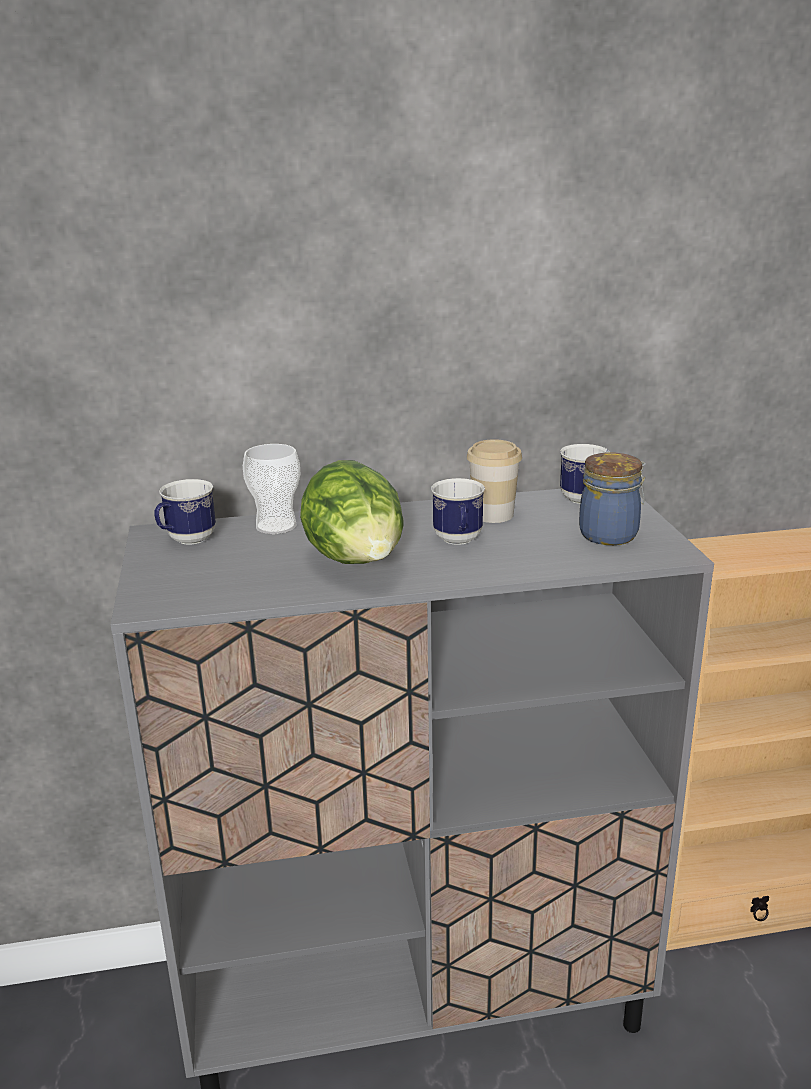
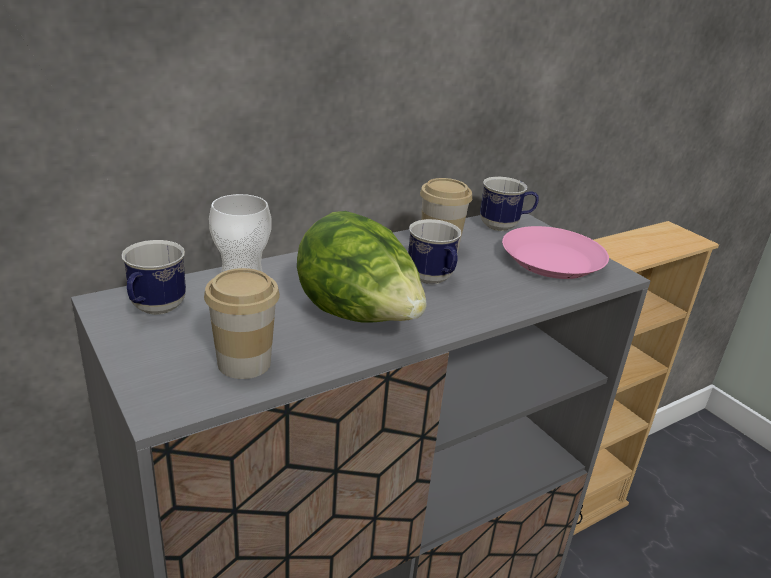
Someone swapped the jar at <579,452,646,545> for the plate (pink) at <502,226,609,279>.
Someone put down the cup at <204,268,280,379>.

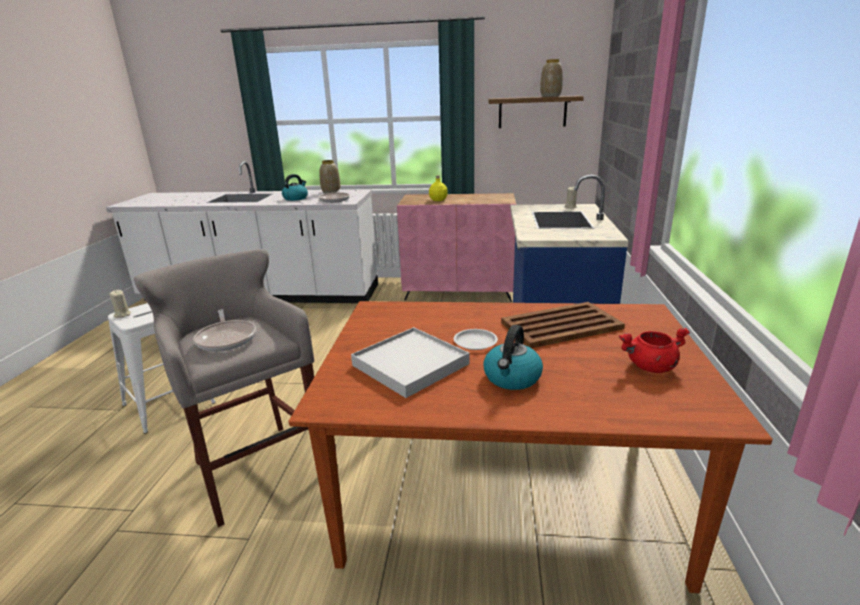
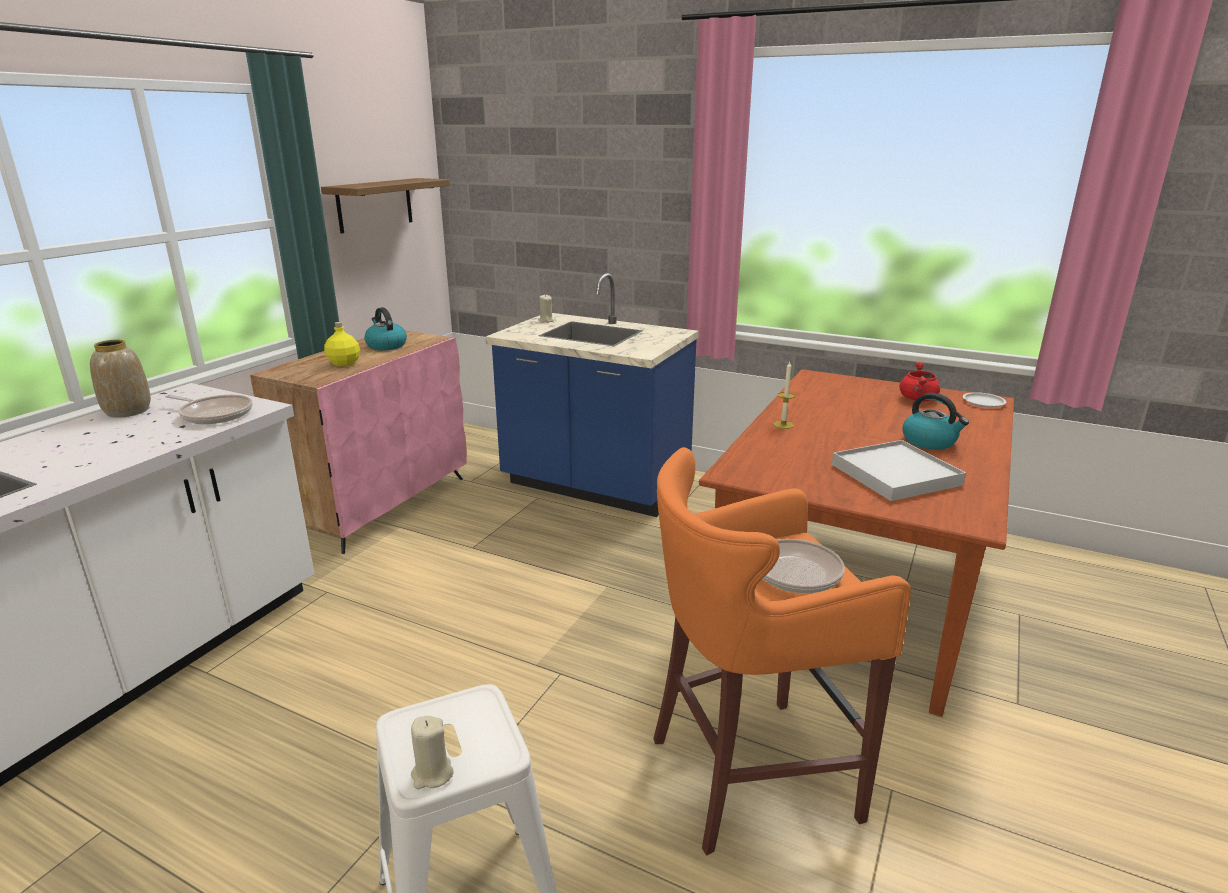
Someone repainted the stool (grey) at <134,249,314,527>, which became the stool (orange) at <653,447,911,856>.
Someone carried the kettle from <282,174,308,201> to <365,307,407,350>.
Someone carried the plate (white) from <454,329,498,350> to <963,392,1006,407>.
Someone took away the tray (brown) at <501,302,625,348>.
Someone took away the vase at <540,59,563,97>.
Someone put down the candle at <773,361,795,429>.

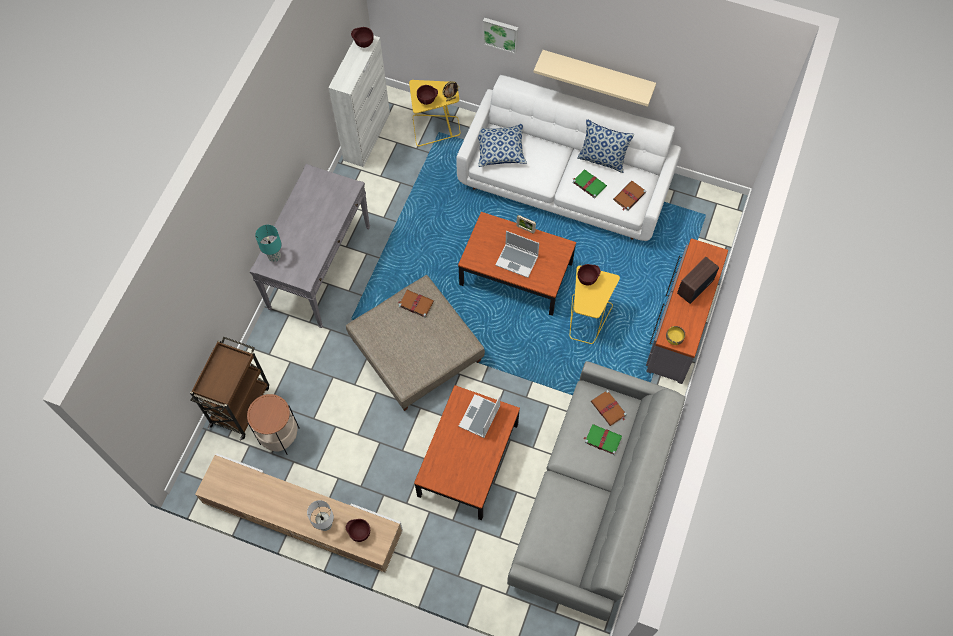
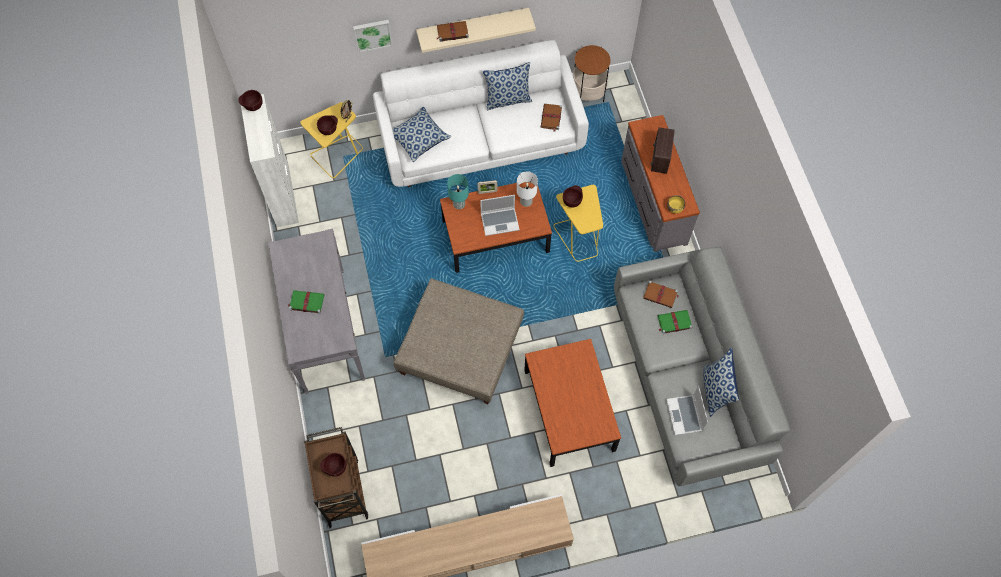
Someone carried the side table from <247,394,300,455> to <573,45,611,102>.
Someone carried the table lamp (turquoise) from <255,225,282,262> to <447,174,469,209>.
Someone carried the table lamp (white) from <307,500,334,531> to <517,171,538,207>.
Someone carried the bowl (brown) from <345,519,370,542> to <320,453,346,477>.
Someone carried the book (brown) from <398,290,434,318> to <436,21,469,42>.
Someone carried the laptop from <458,394,501,438> to <666,385,708,435>.
Someone carried the book (green) from <573,169,607,199> to <288,290,324,314>.
Someone put down the pillow at <703,348,739,417>.

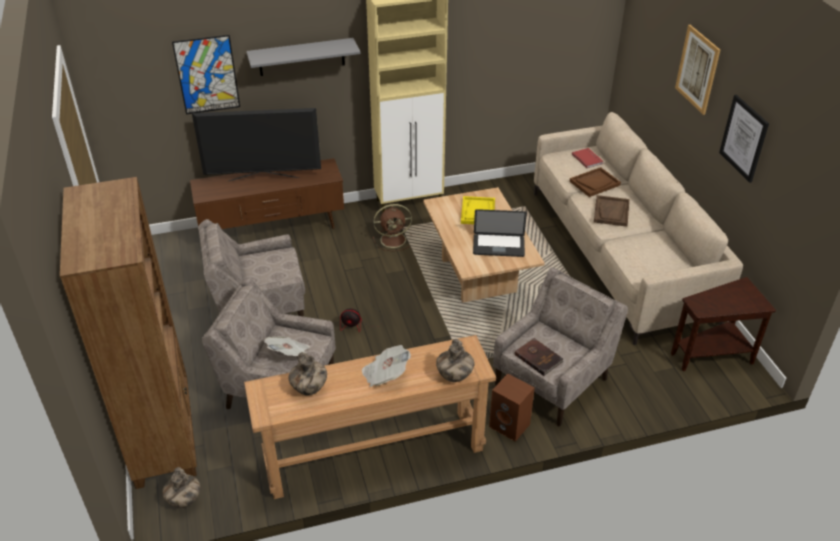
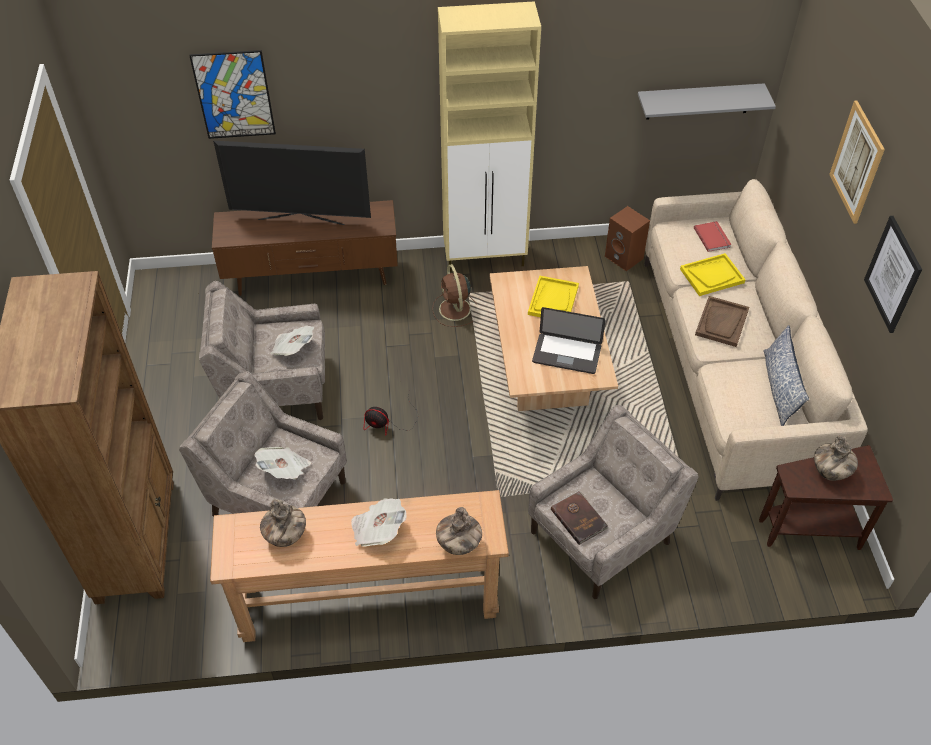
Someone carried the vase from <162,467,201,508> to <814,435,858,481>.
Someone carried the shelf (grey) from <246,38,361,76> to <638,83,776,120>.
Someone rotated the fan (brown) at <373,204,412,251> by 75 degrees clockwise.
Someone carried the speaker (brown) from <489,373,535,442> to <605,206,650,271>.
Someone repainted the tray (brown) at <569,167,621,197>, which became the tray (yellow) at <680,253,746,296>.
Someone put down the newspaper at <271,325,314,356>.
Someone put down the pillow at <763,325,809,426>.

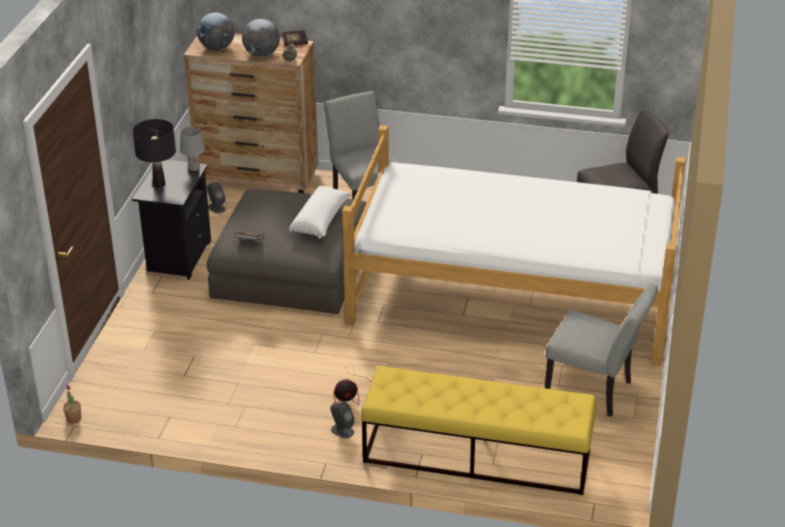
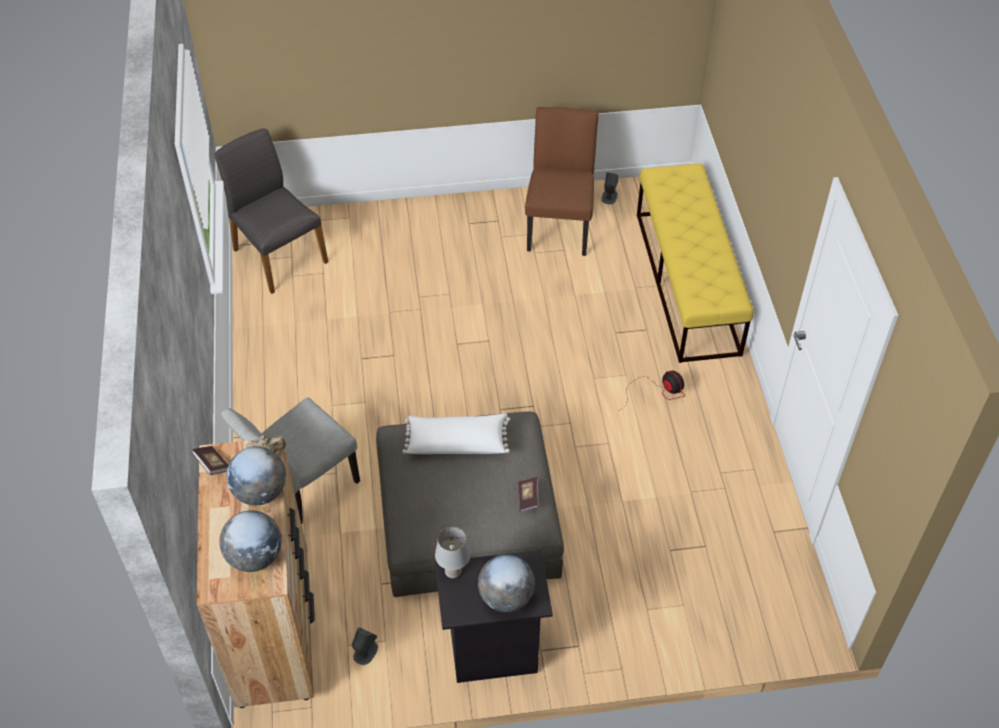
Someone took away the potted plant at <63,385,81,424>.
Someone swapped the table lamp (black) at <133,119,176,188> for the globe at <478,554,535,612>.
Someone carried the speaker (grey) from <330,402,355,438> to <602,172,619,204>.
Someone took away the bed at <342,125,686,366>.
Someone repainted the chair (grey) at <545,284,658,417>, which became the chair (brown) at <525,107,598,256>.

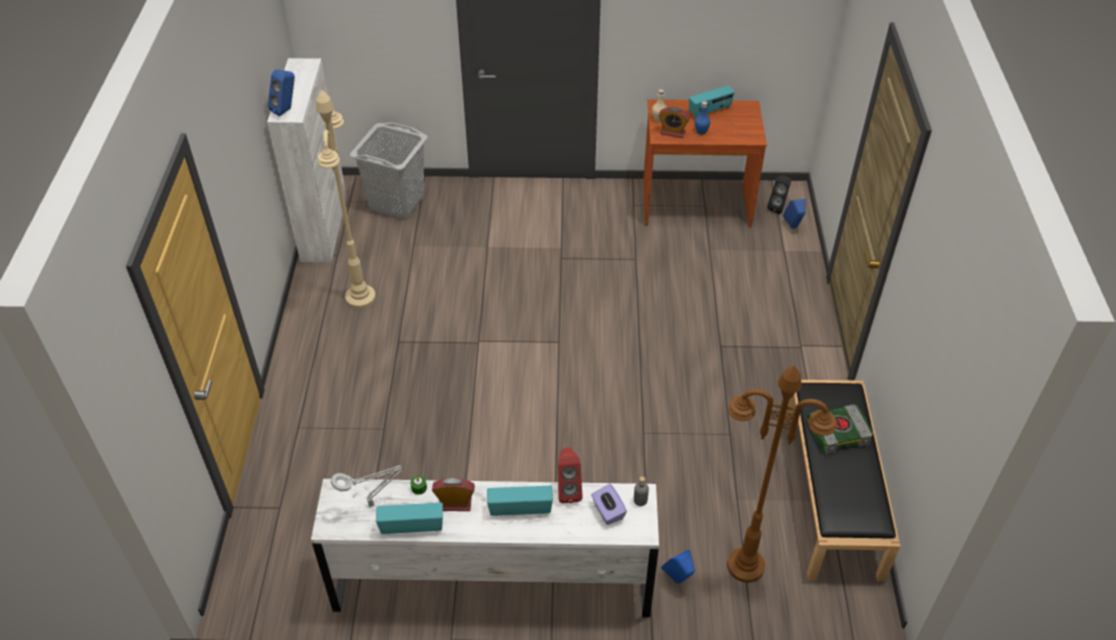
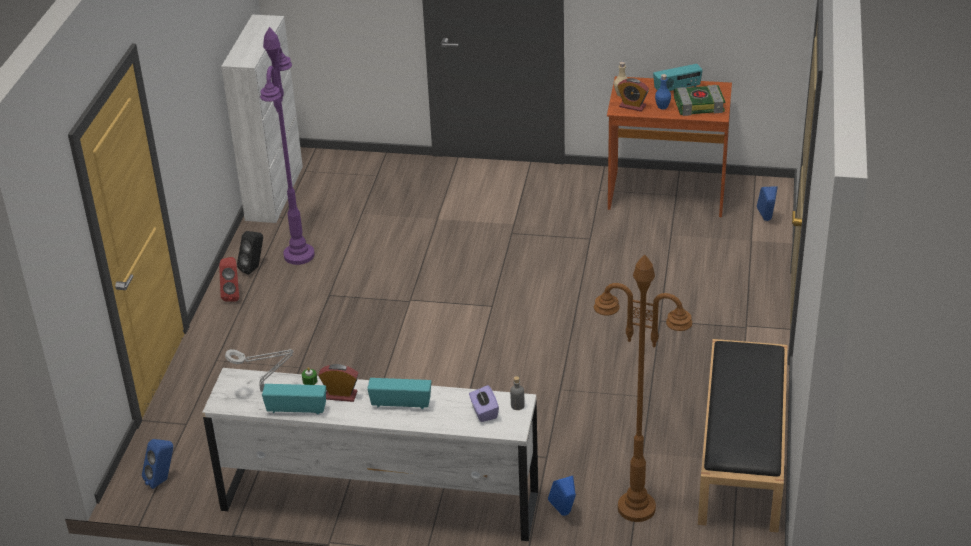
Someone carried the speaker (blue) from <268,69,295,117> to <142,439,173,489>.
Someone repainted the floor lamp (beige) at <316,90,376,309>, which became the floor lamp (purple) at <260,27,315,265>.
Someone took away the laundry basket (grey) at <350,122,428,219>.
Someone carried the speaker (red) from <558,447,583,504> to <219,257,239,302>.
Someone carried the speaker (black) from <767,175,792,214> to <237,231,263,275>.
Someone carried the book from <807,405,874,454> to <674,85,725,116>.

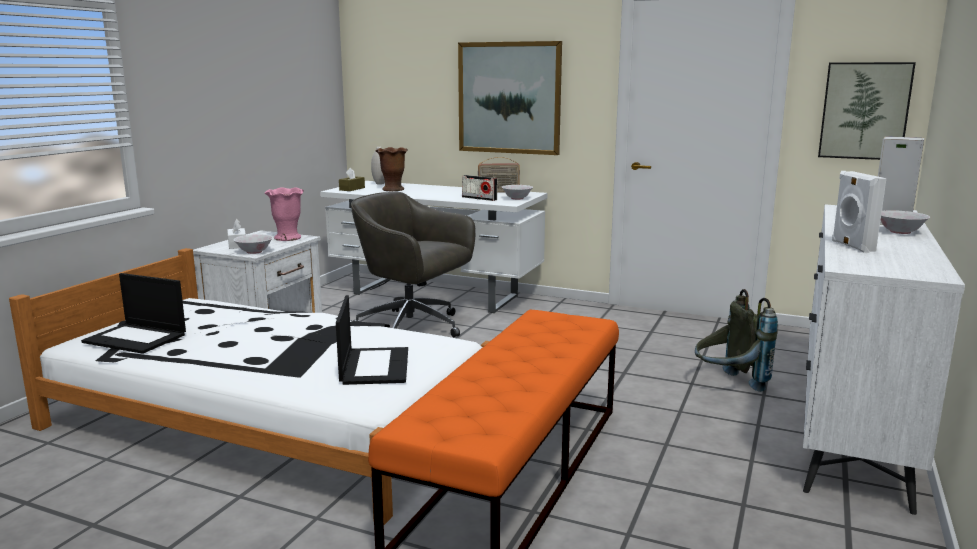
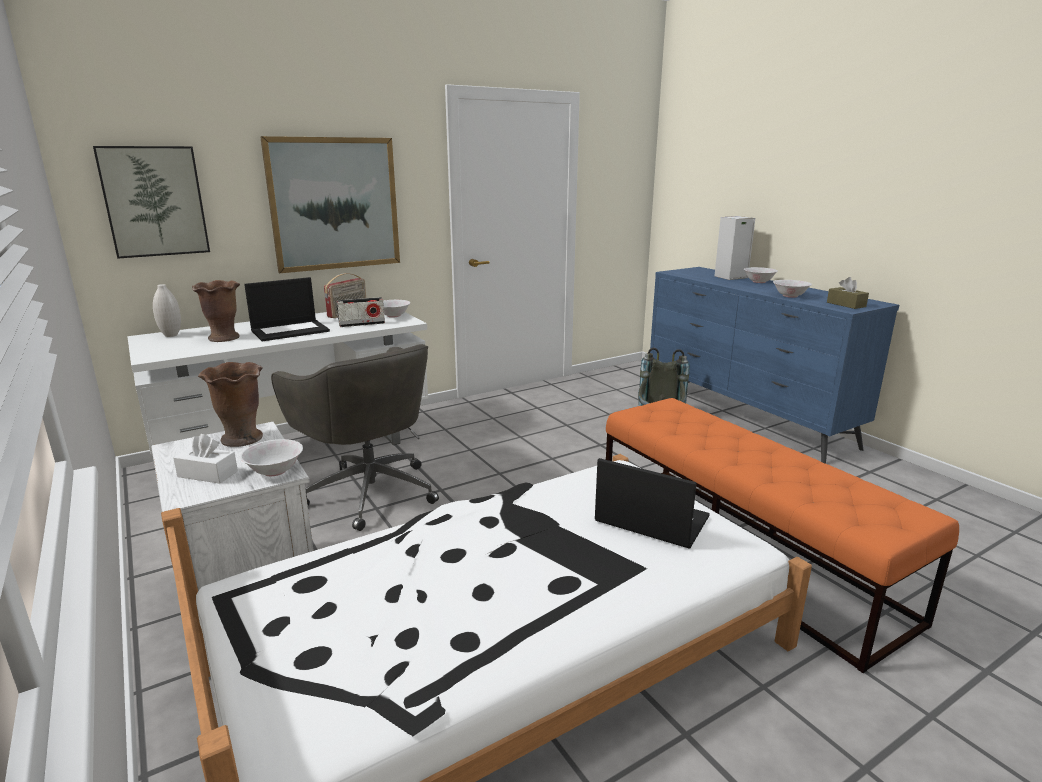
Someone carried the laptop from <81,273,186,354> to <244,277,330,341>.
Someone repainted the vase (pink) at <265,187,304,241>, which became the vase (brown) at <198,362,263,447>.
Someone carried the tissue box (brown) from <339,168,365,191> to <827,277,869,309>.
Someone rotated the office chair (grey) at <351,192,476,337> by 105 degrees counterclockwise.
Someone repainted the dresser (white) at <803,204,965,515>, which became the dresser (blue) at <650,267,899,464>.
Someone carried the picture from <818,62,916,160> to <93,146,210,259>.
Someone swapped the speaker (white) at <832,171,886,253> for the bowl (white) at <773,280,812,298>.

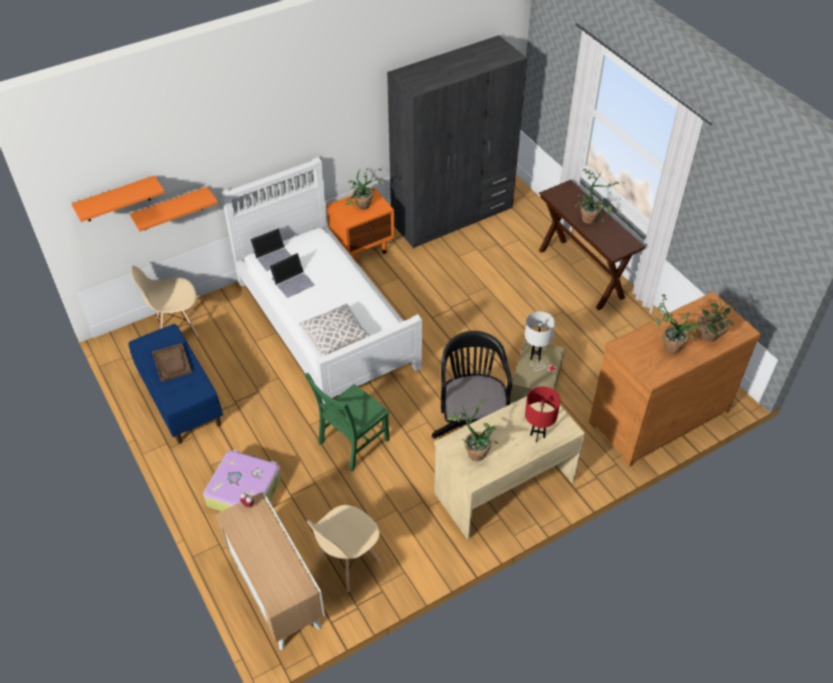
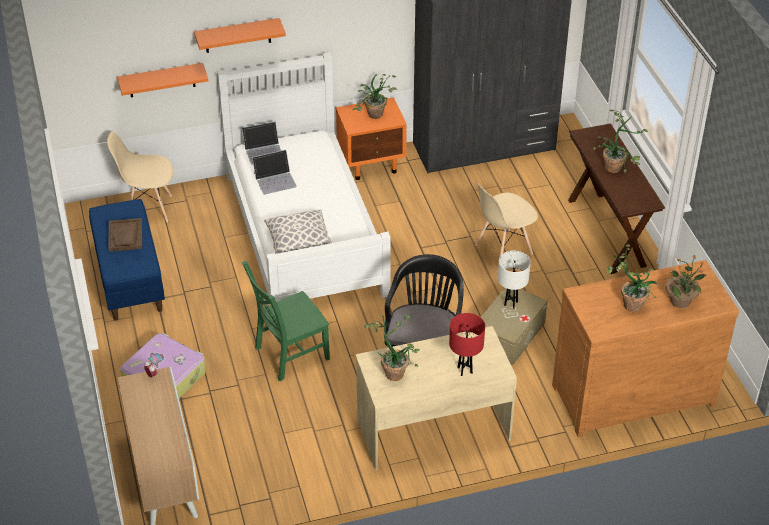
Someone carried the shelf (orange) from <72,175,165,222> to <194,18,286,53>.
Someone carried the chair (beige) from <307,505,380,592> to <475,183,538,256>.

